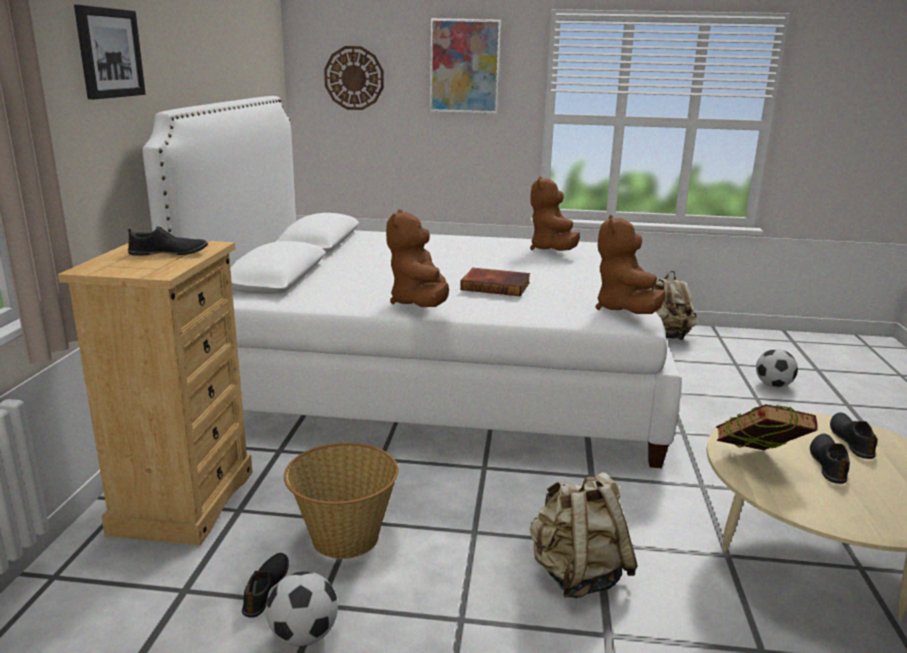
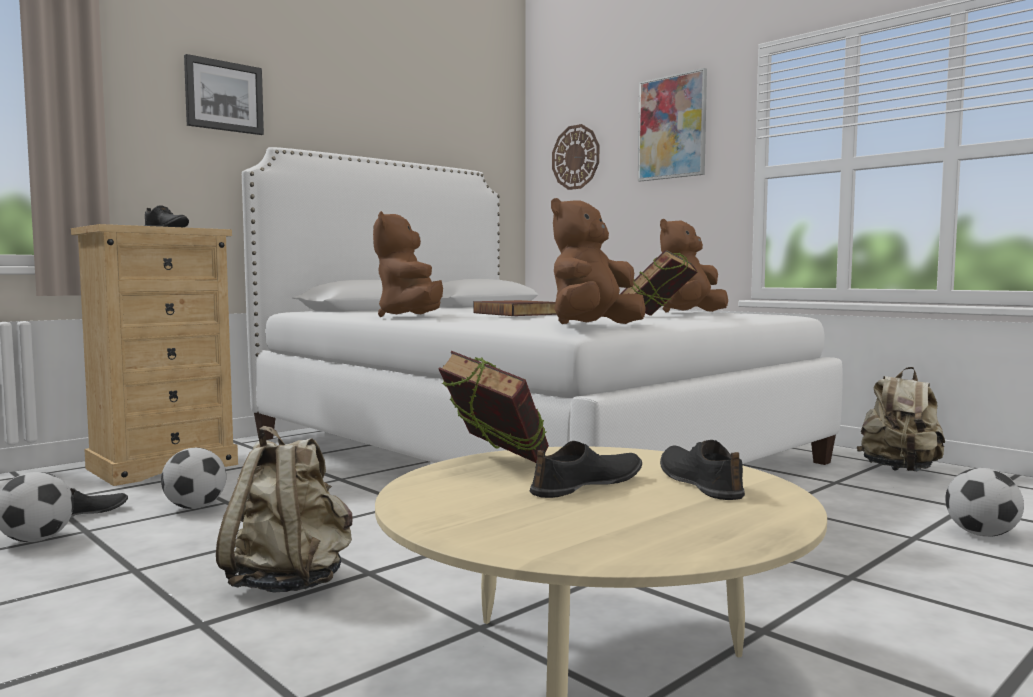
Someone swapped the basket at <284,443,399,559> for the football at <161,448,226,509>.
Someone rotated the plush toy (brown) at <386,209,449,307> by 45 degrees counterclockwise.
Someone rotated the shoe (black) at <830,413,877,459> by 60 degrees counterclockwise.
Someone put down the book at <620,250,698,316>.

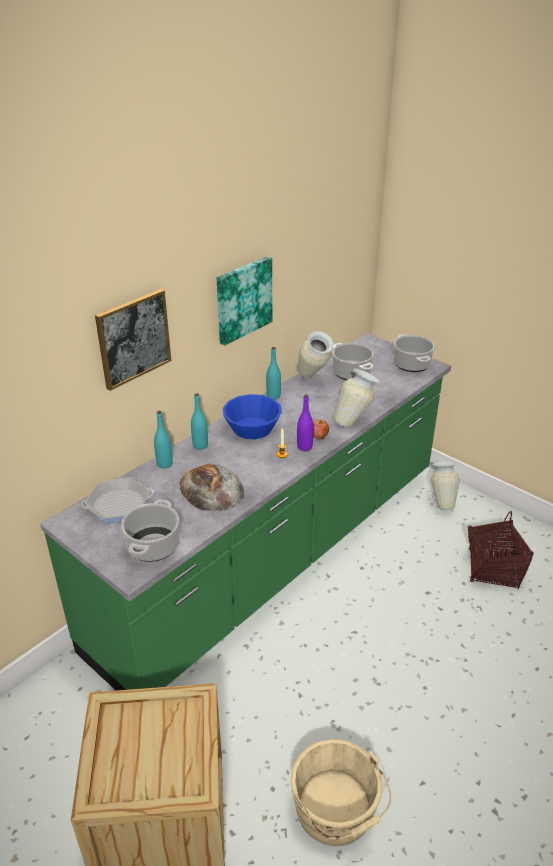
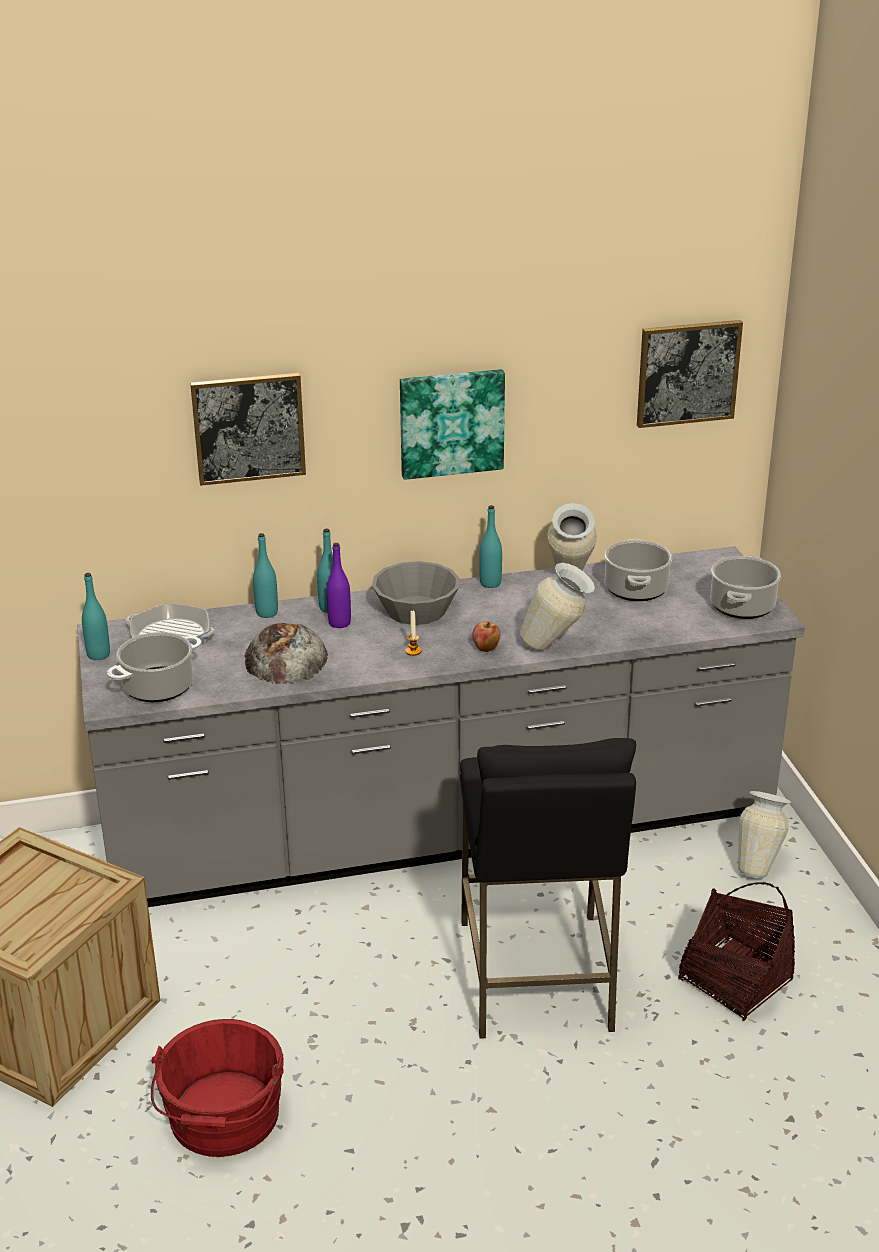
Someone repainted the counter (green) at <40,333,451,690>, which became the counter (grey) at <77,546,805,907>.
Someone repainted the bowl (blue) at <223,394,282,439>, which became the bowl (grey) at <372,561,460,625>.
Someone repainted the bucket (beige) at <291,739,391,846>, which became the bucket (red) at <151,1019,284,1157>.
Someone carried the bottle (purple) from <297,395,314,451> to <326,543,351,628>.
Someone put down the bottle (turquoise) at <82,573,110,660>.
Someone put down the stool (black) at <460,738,636,1039>.
Someone put up the picture at <637,320,743,428>.

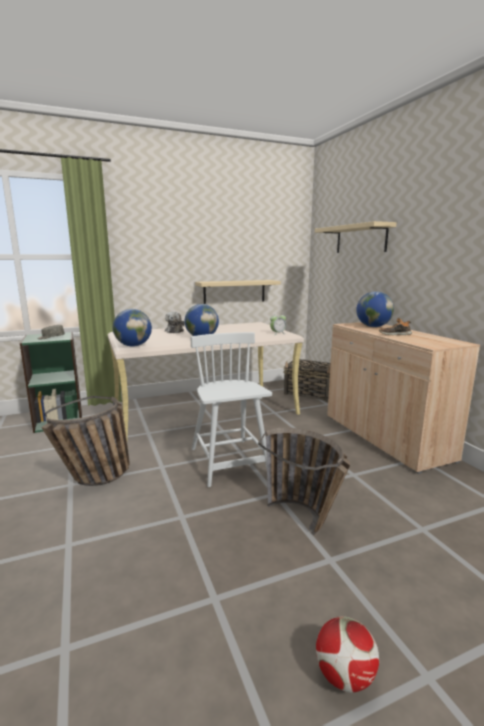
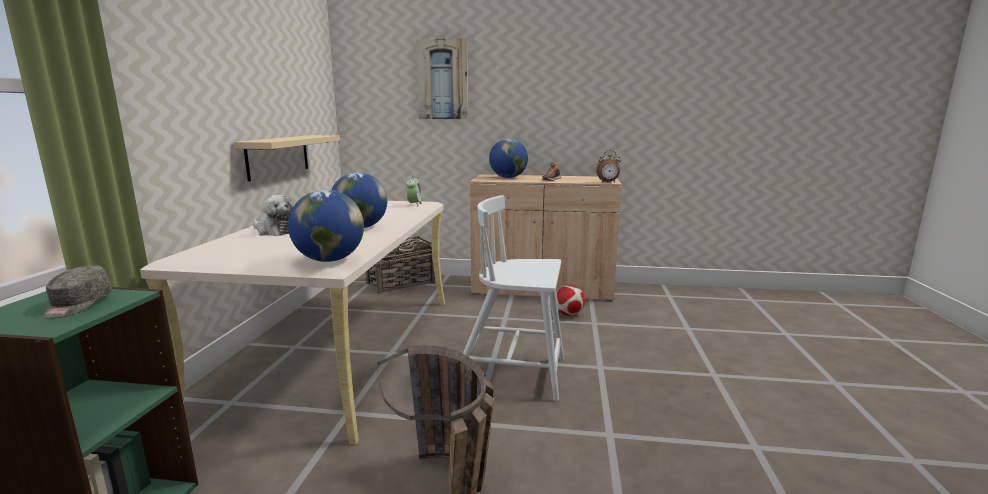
Someone took away the basket at <258,428,350,535>.
Someone swapped the shelf (beige) at <315,221,397,253> for the picture at <416,38,468,119>.
Someone carried the football from <316,616,379,693> to <556,285,585,316>.
Someone put down the alarm clock at <596,150,621,183>.

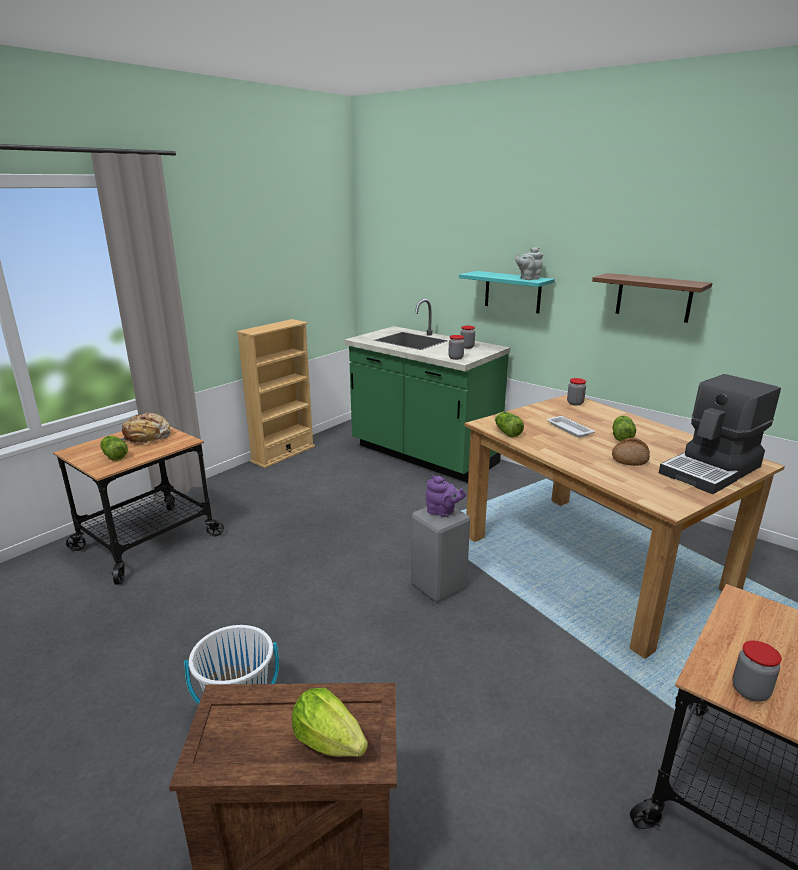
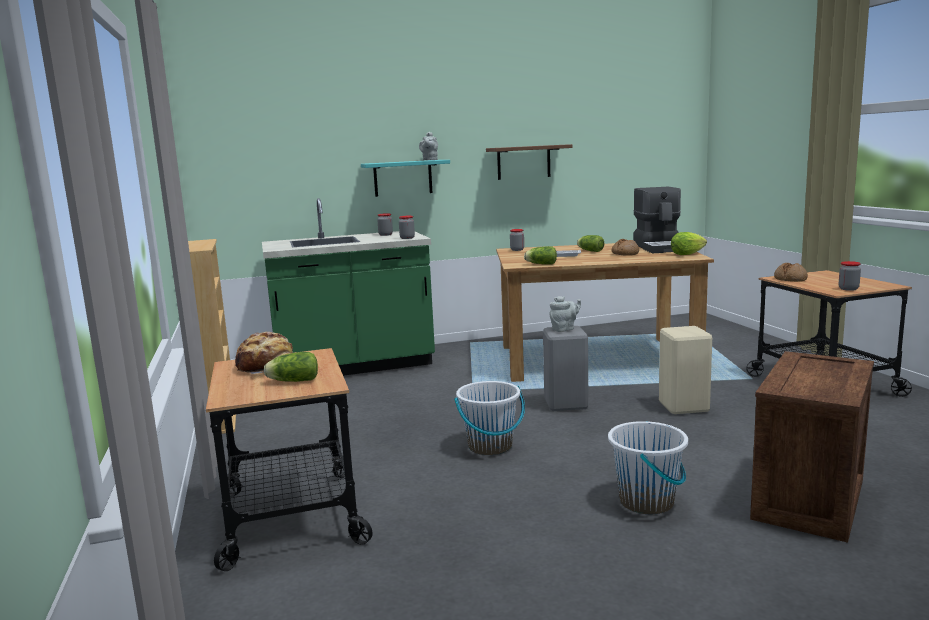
Someone carried the lettuce from <292,688,368,757> to <671,232,707,255>.
Someone repainted the teapot (purple) at <426,475,466,517>, which became the teapot (grey) at <550,296,581,332>.
Someone put down the bucket (white) at <454,381,525,455>.
Someone put down the stool (beige) at <659,326,712,414>.
Someone put down the bread at <774,263,808,282>.

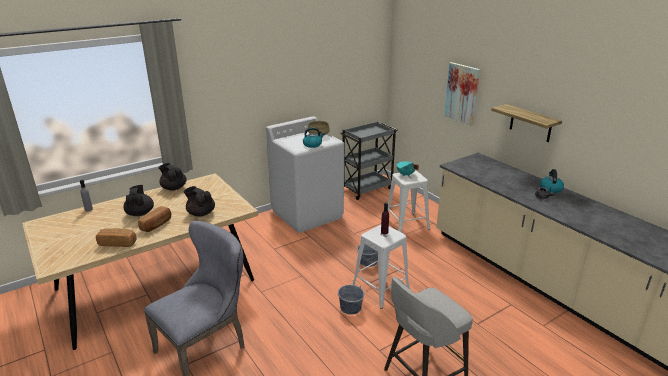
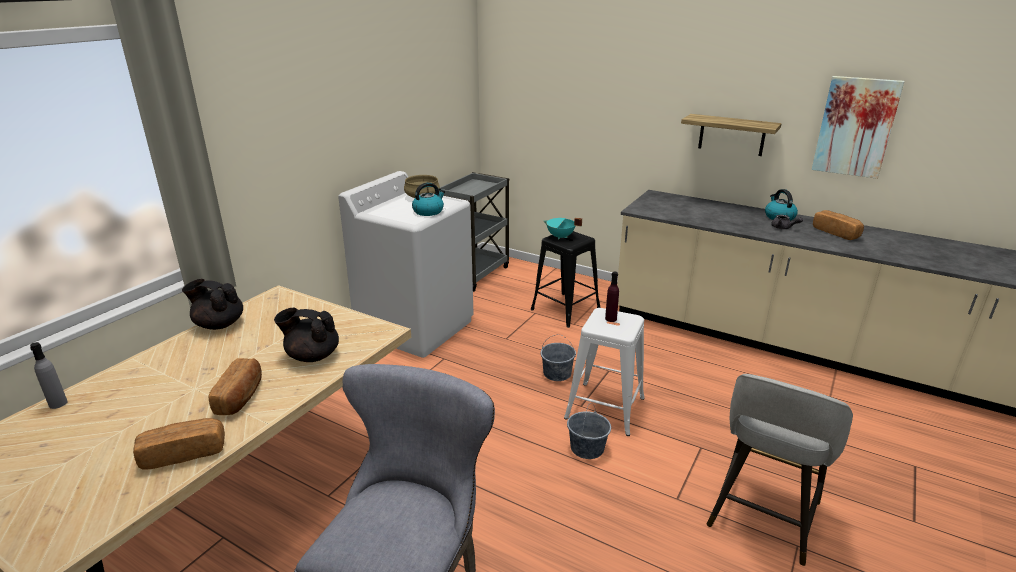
Someone took away the teapot (black) at <123,185,154,216>.
Someone repainted the stool (white) at <388,171,430,232>, which became the stool (black) at <531,231,601,328>.
Someone carried the picture from <444,62,480,125> to <812,76,904,179>.
Someone put down the bread at <813,210,864,240>.

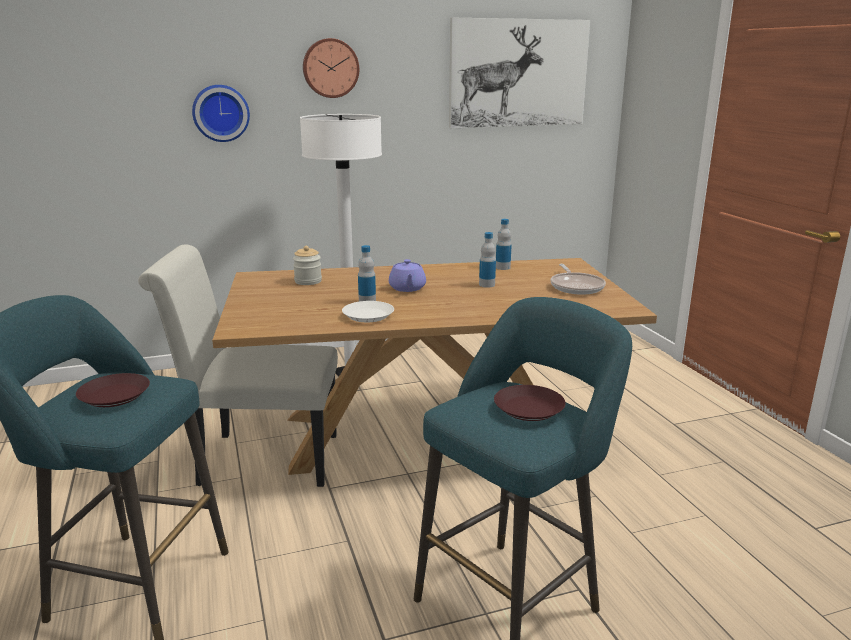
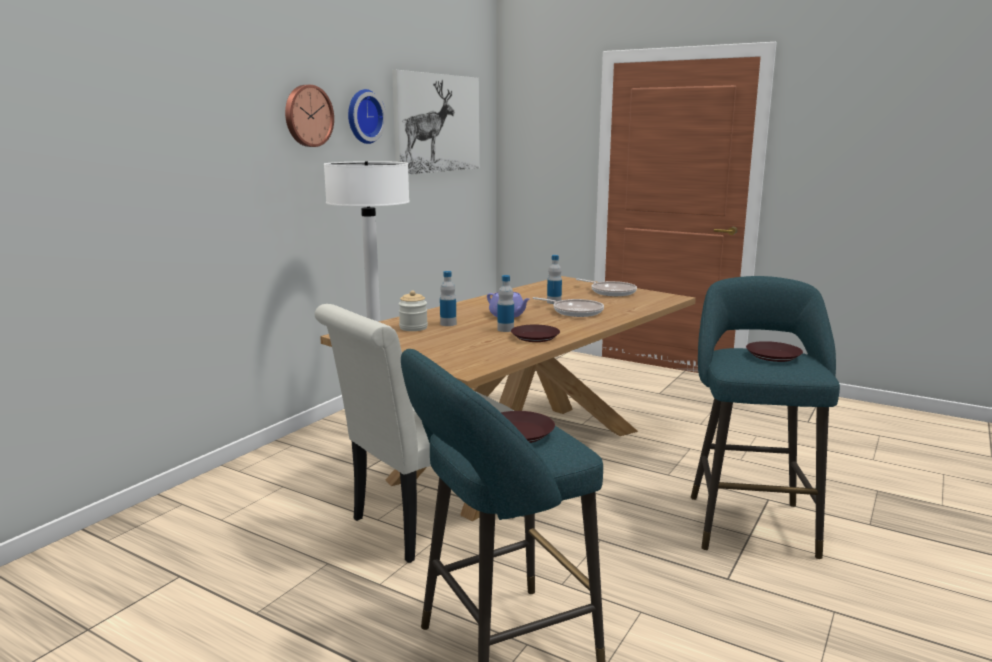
Someone carried the wall clock from <192,85,250,142> to <348,89,386,144>.
Someone repainted the plate (white) at <342,301,394,322>, which became the plate (brown) at <511,325,560,342>.
Someone carried the bottle from <496,219,512,270> to <440,271,456,326>.
Someone put down the frying pan at <533,297,604,317>.

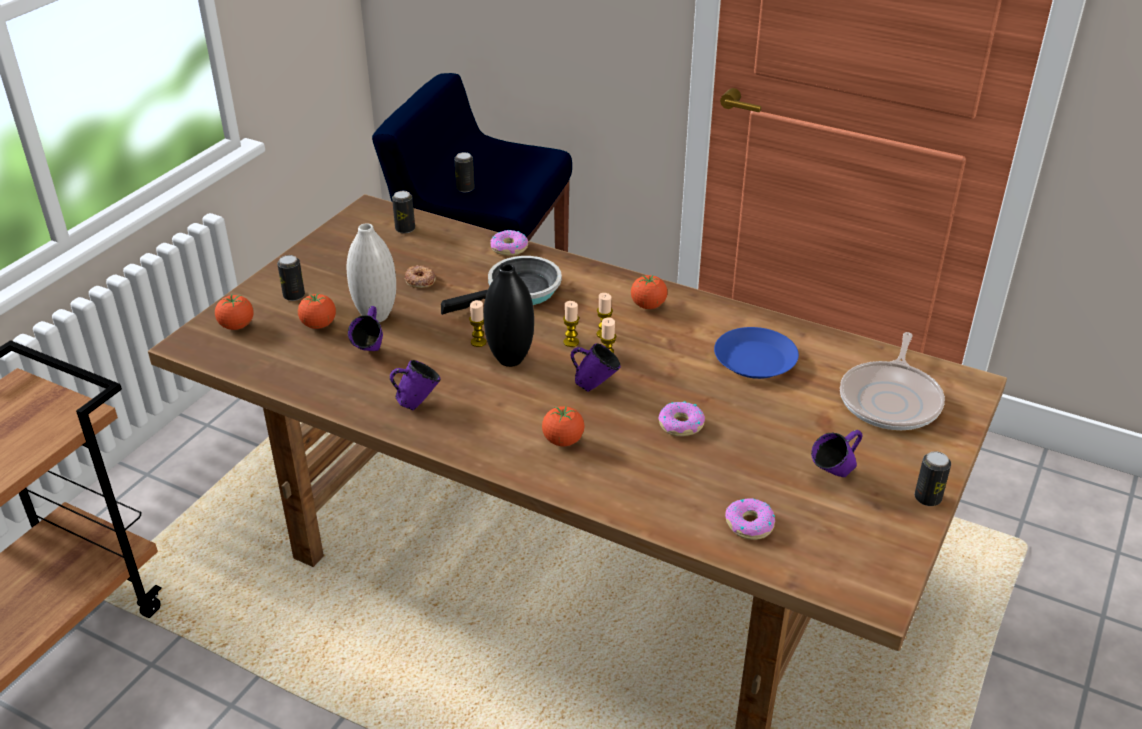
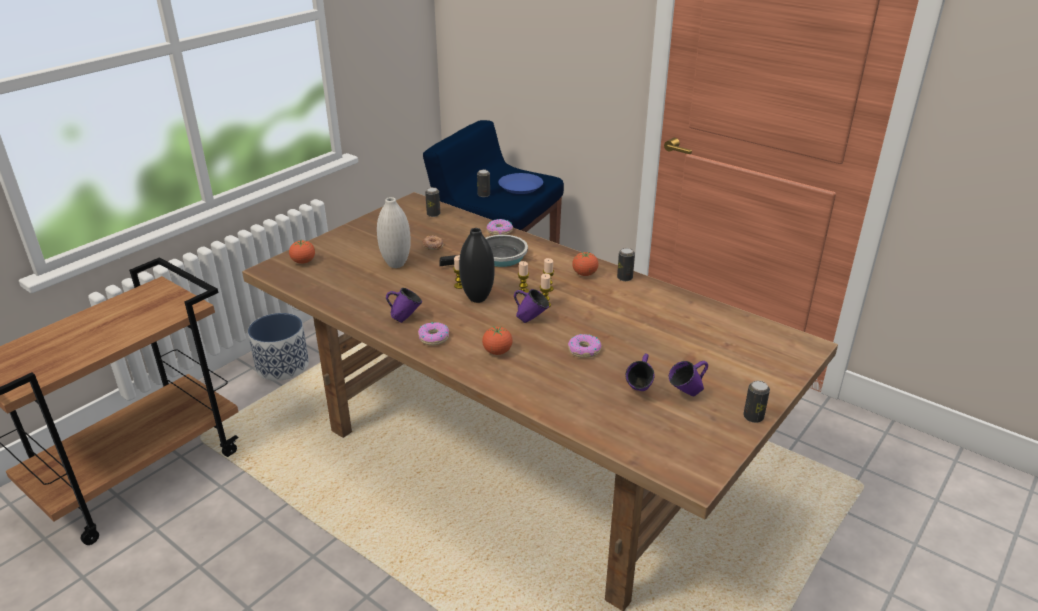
Someone carried the can from <277,255,305,301> to <617,248,635,281>.
Someone took away the tomato at <298,293,336,329>.
Someone carried the mug (purple) from <348,306,383,351> to <625,353,655,391>.
Someone carried the plate (blue) from <714,327,799,379> to <498,173,543,194>.
Someone carried the donut from <725,498,775,540> to <418,322,449,345>.
Someone took away the frying pan at <840,332,945,430>.
Someone put down the planter at <248,313,309,381>.

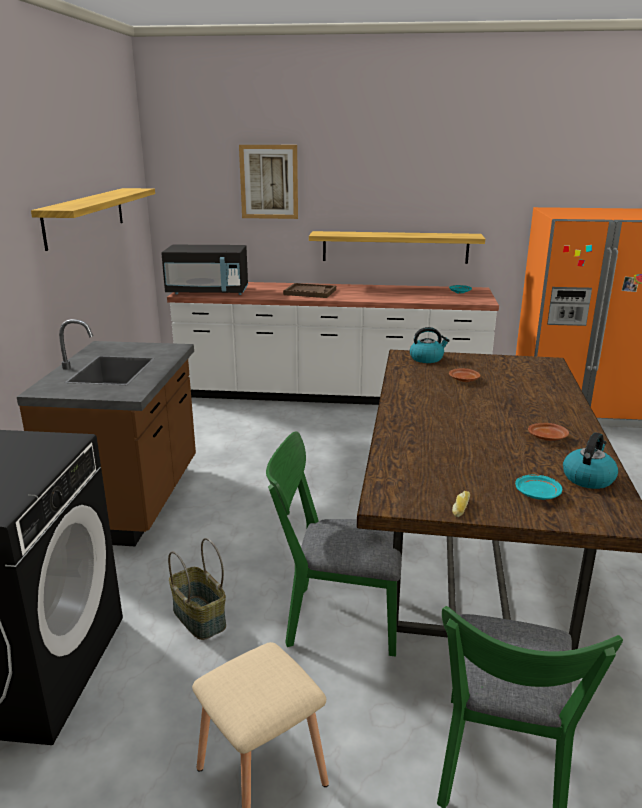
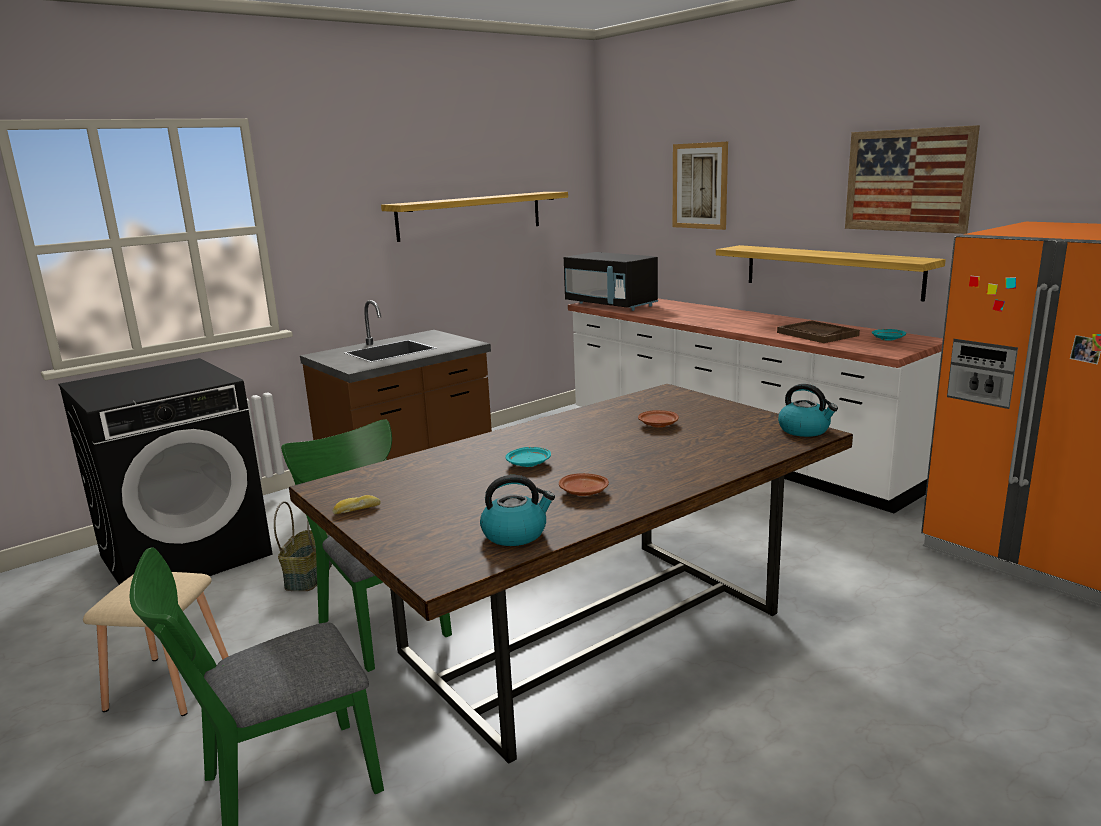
Someone carried the tray (brown) from <283,283,336,298> to <777,320,860,343>.
Someone carried the kettle from <410,327,450,363> to <778,384,838,437>.
Someone carried the plate (turquoise) from <515,475,562,500> to <505,447,551,467>.
Someone put up the picture at <845,125,980,234>.

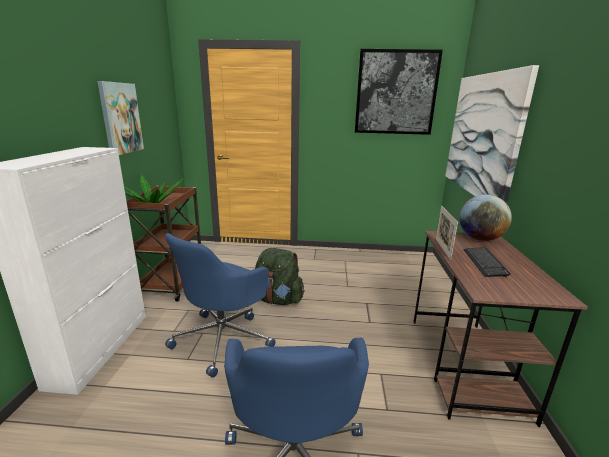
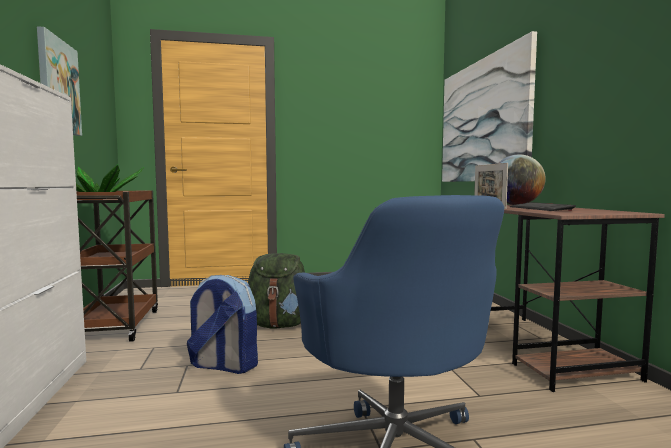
Someone swapped the office chair (blue) at <165,233,275,378> for the backpack at <187,275,258,374>.
Someone took away the picture at <355,49,443,135>.

